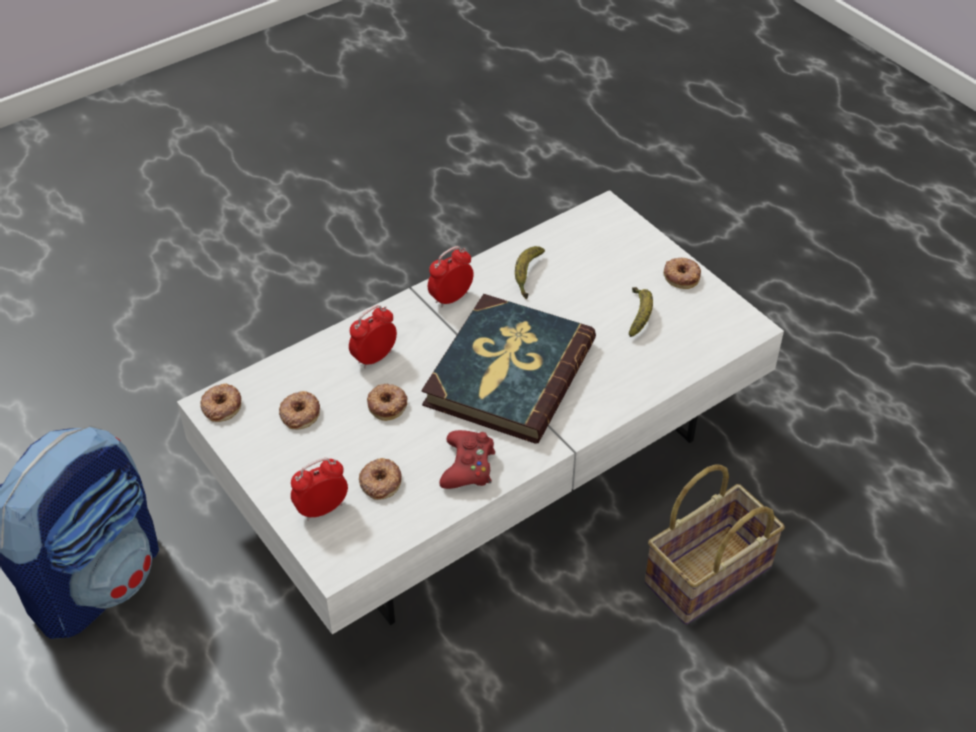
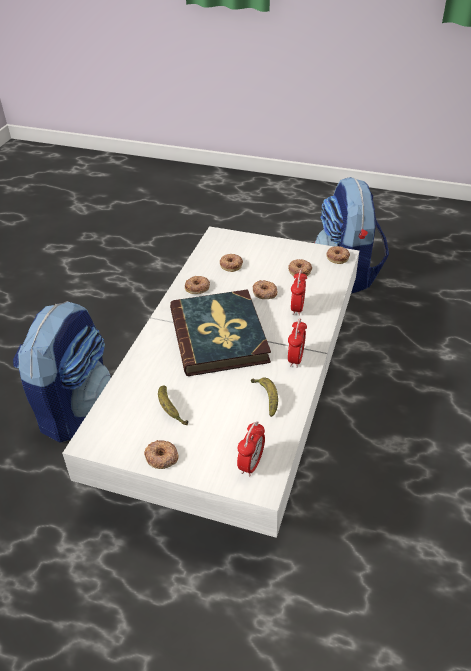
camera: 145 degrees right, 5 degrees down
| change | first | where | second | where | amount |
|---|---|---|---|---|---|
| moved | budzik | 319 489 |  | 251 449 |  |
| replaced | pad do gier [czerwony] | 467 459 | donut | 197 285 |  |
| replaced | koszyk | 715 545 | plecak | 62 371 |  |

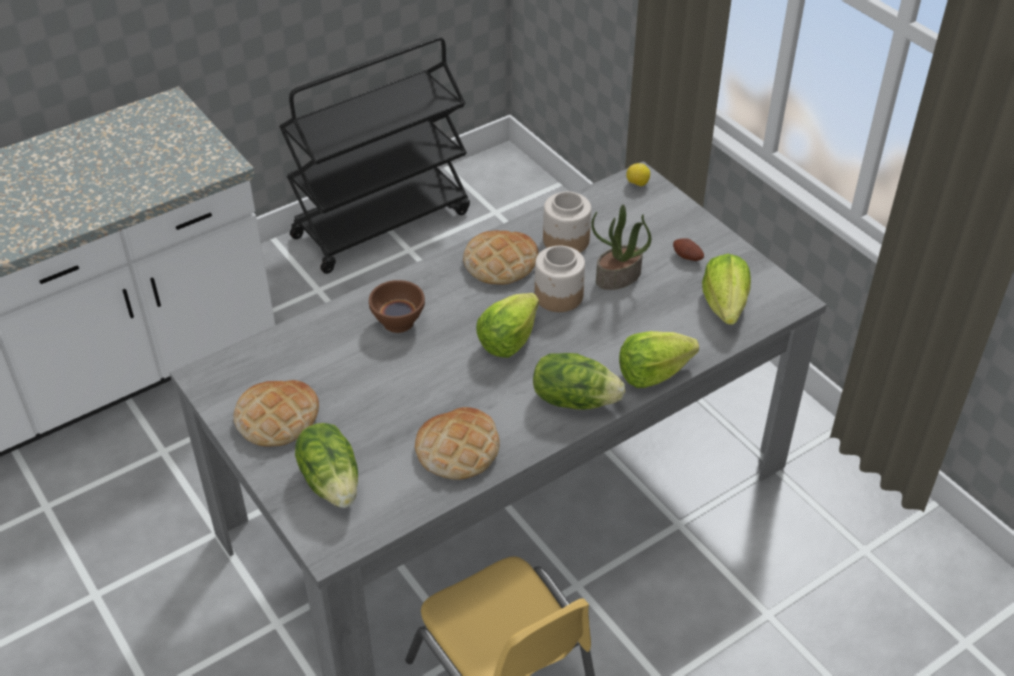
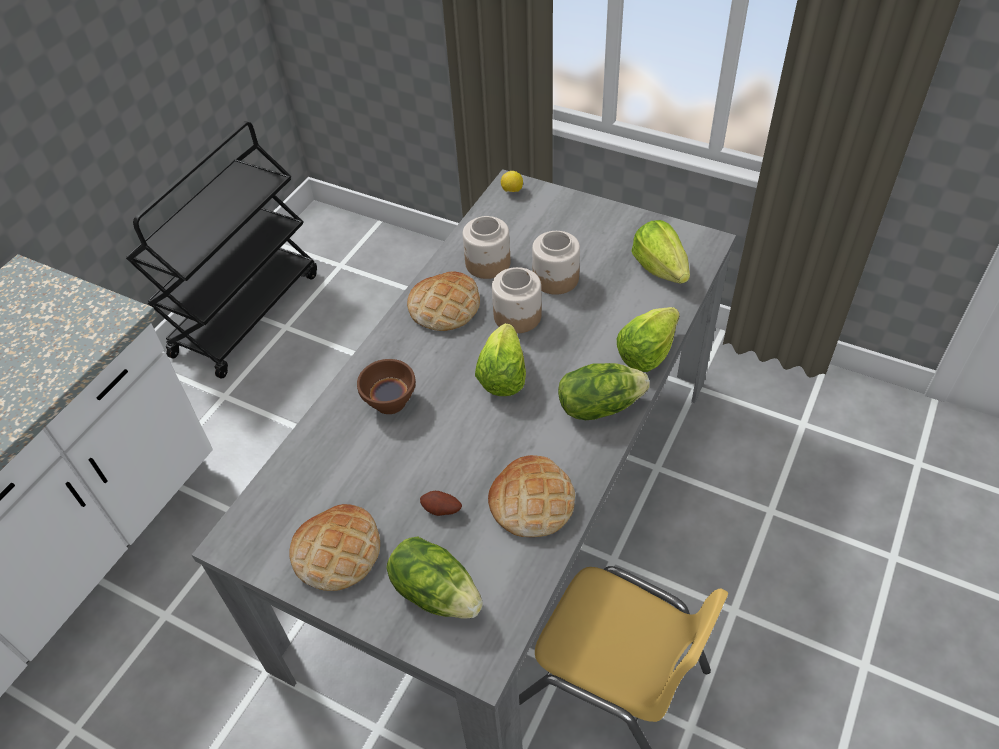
camera: 25 degrees left, 5 degrees up
| change | first | where | second | where | amount |
|---|---|---|---|---|---|
| replaced | roślina doniczkowa | 621 247 | słoik | 556 263 |  |
| moved | ziemniak | 688 249 |  | 441 503 |  |

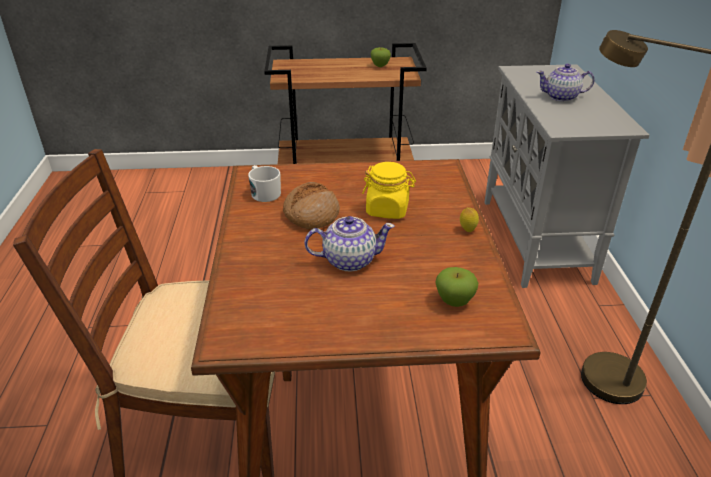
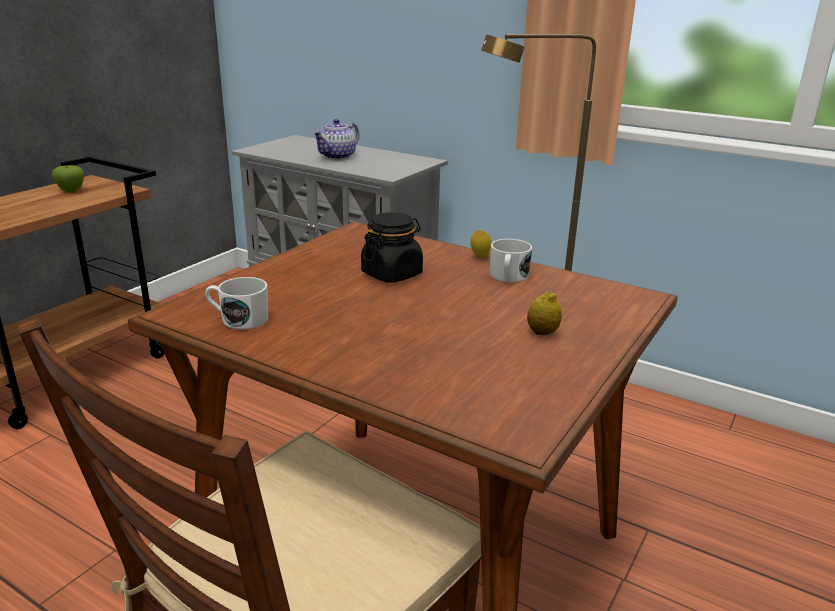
camera: 55 degrees left, 10 degrees down
| change | first | where | second | where | amount |
|---|---|---|---|---|---|
| removed | chleb | 311 205 |  |  |  |
| removed | imbryk | 349 244 |  |  |  |
| recoloured | słoik [żółty] | 389 190 | słoik [czarny] | 392 247 |  |
| removed | jabłko | 456 287 |  |  |  |
| added |  |  | kubek [biały] | 511 261 |  |
| added |  |  | cytryna | 544 313 |  |

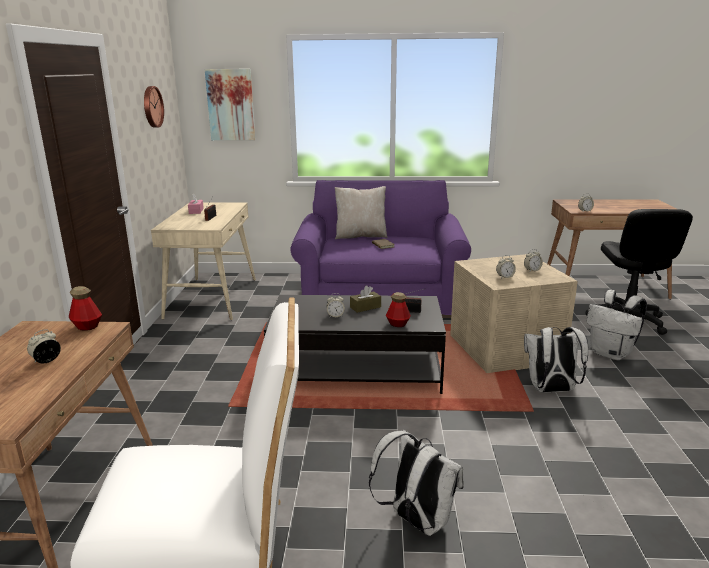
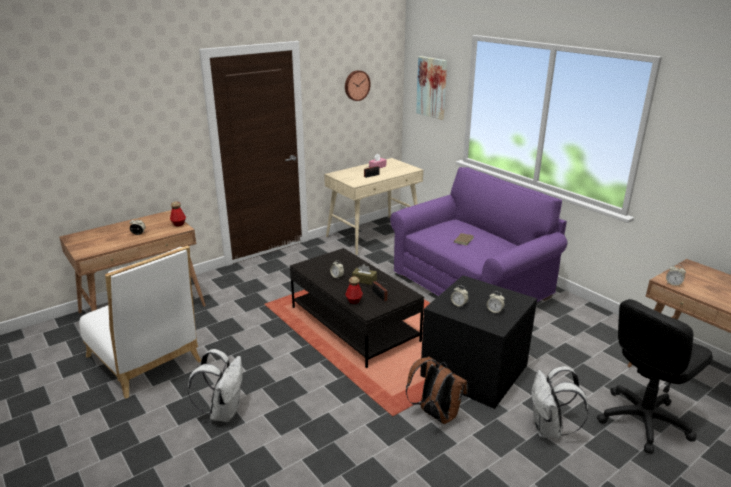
camera: 50 degrees right, 5 degrees up
| change | first | where | second | where | amount |
|---|---|---|---|---|---|
| removed | poduszka [beżowy] | 361 212 |  |  |  |
| recoloured | pojemnik do przechowywania [beżowy] | 514 313 | pojemnik do przechowywania [czarny] | 478 342 |  |
| recoloured | plecak [biały] | 556 360 | plecak [brązowy] | 436 390 |  |

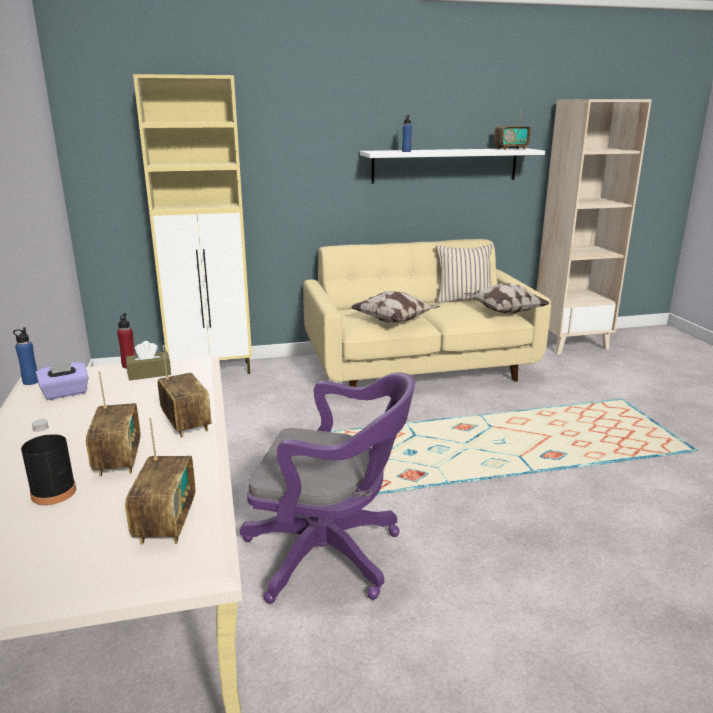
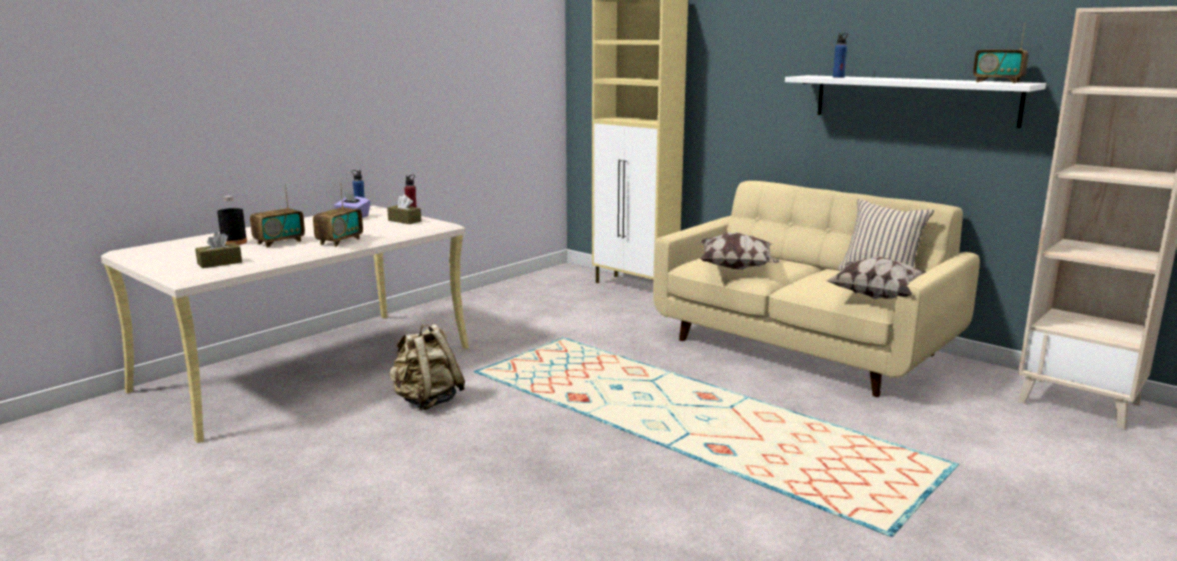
camera: 55 degrees right, 5 degrees down
| change | first | where | second | where | amount |
|---|---|---|---|---|---|
| replaced | radio | 160 481 | pudełko chusteczek [brązowy] | 218 250 |  |
| replaced | krzesło biurowe [fioletowy] | 327 488 | plecak [beżowy] | 427 367 |  |

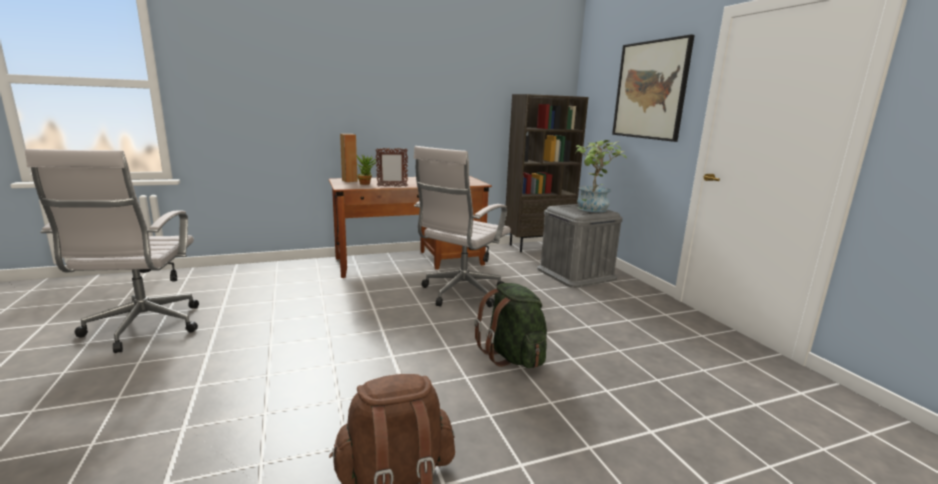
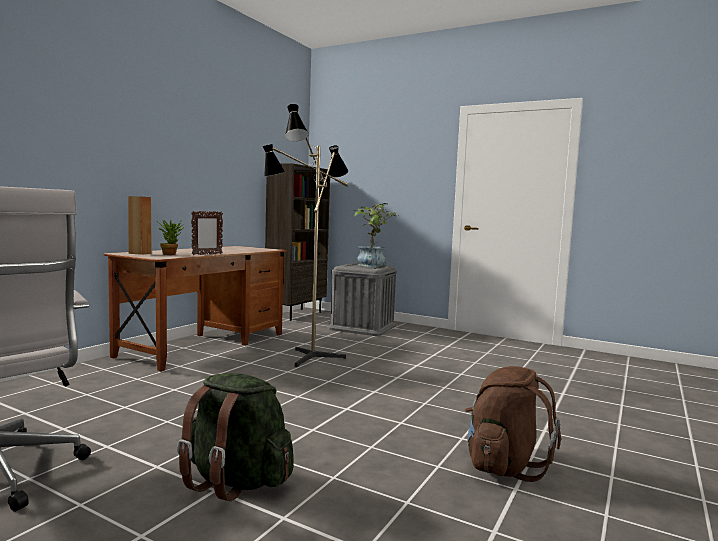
camera: 40 degrees left, 10 degrees down
| change | first | where | second | where | amount |
|---|---|---|---|---|---|
| replaced | krzesło biurowe [biały] | 462 226 | lampa stojąca | 305 235 |  |
| moved | plecak [zielony] | 510 325 |  | 235 437 |  |
| removed | obraz | 653 88 |  |  |  |

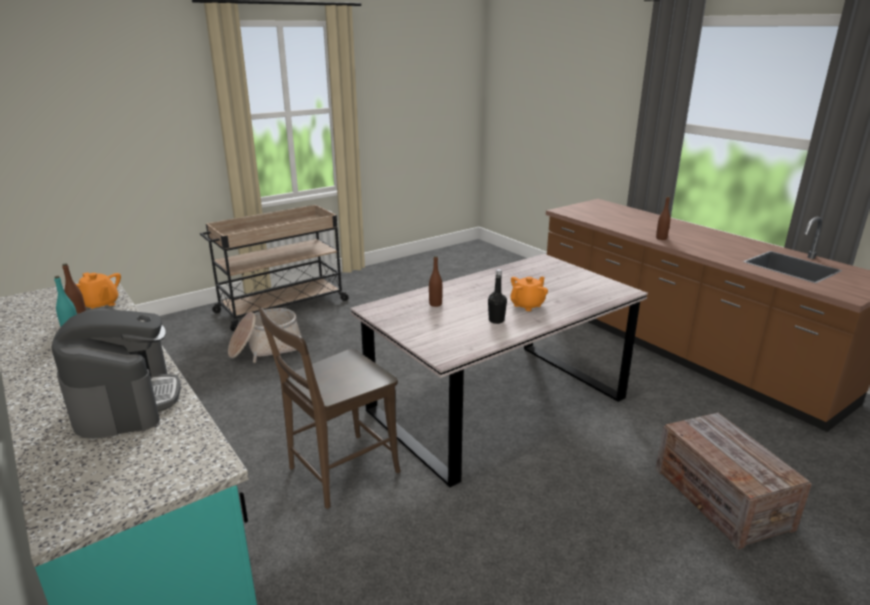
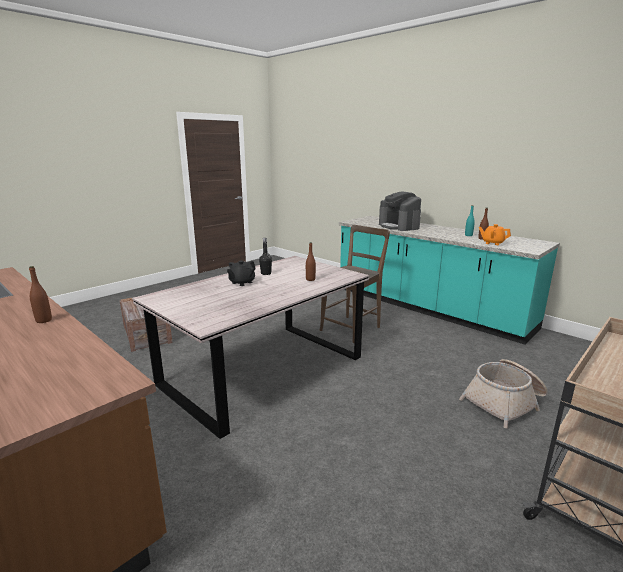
camera: 170 degrees right, 5 degrees down
| change | first | where | second | where | amount |
|---|---|---|---|---|---|
| recoloured | imbryk [pomarańczowy] | 529 293 | imbryk [czarny] | 241 273 |  |

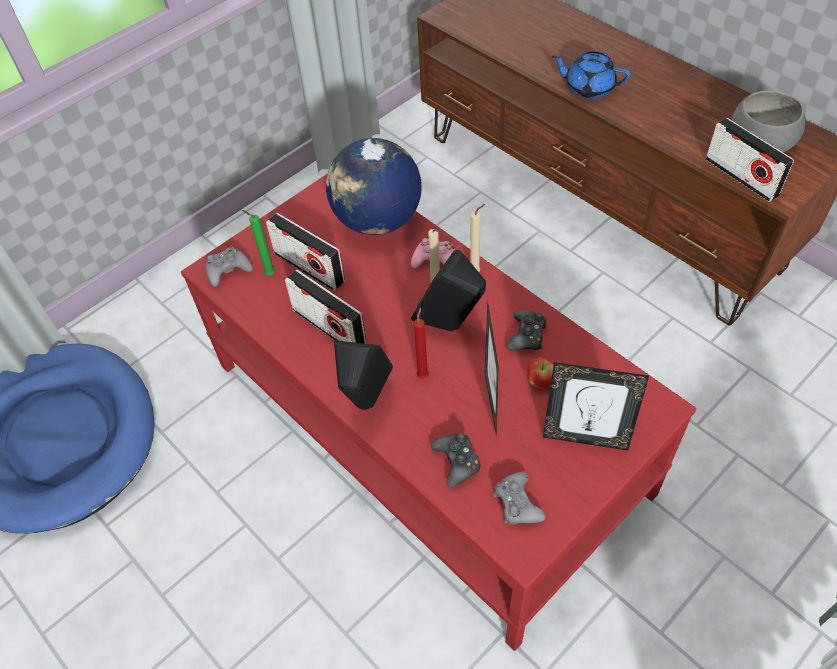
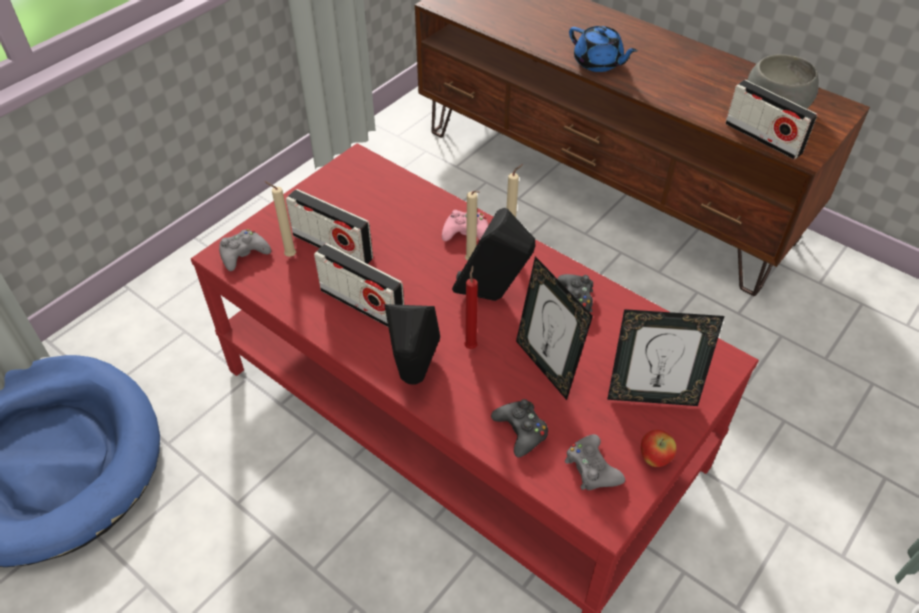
camera: 10 degrees left, 5 degrees down
| change | first | where | second | where | amount |
|---|---|---|---|---|---|
| recoloured | świeca [zielony] | 258 242 | świeca [beżowy] | 280 219 |  |
| removed | globus | 374 186 |  |  |  |
| turned | ramka na zdjęcie | 492 369 |  | 554 328 | 150 degrees clockwise |
| moved | jabłko | 540 372 |  | 658 448 |  |
| turned | imbryk [niebieski] | 591 75 |  | 603 49 | 150 degrees counterclockwise |

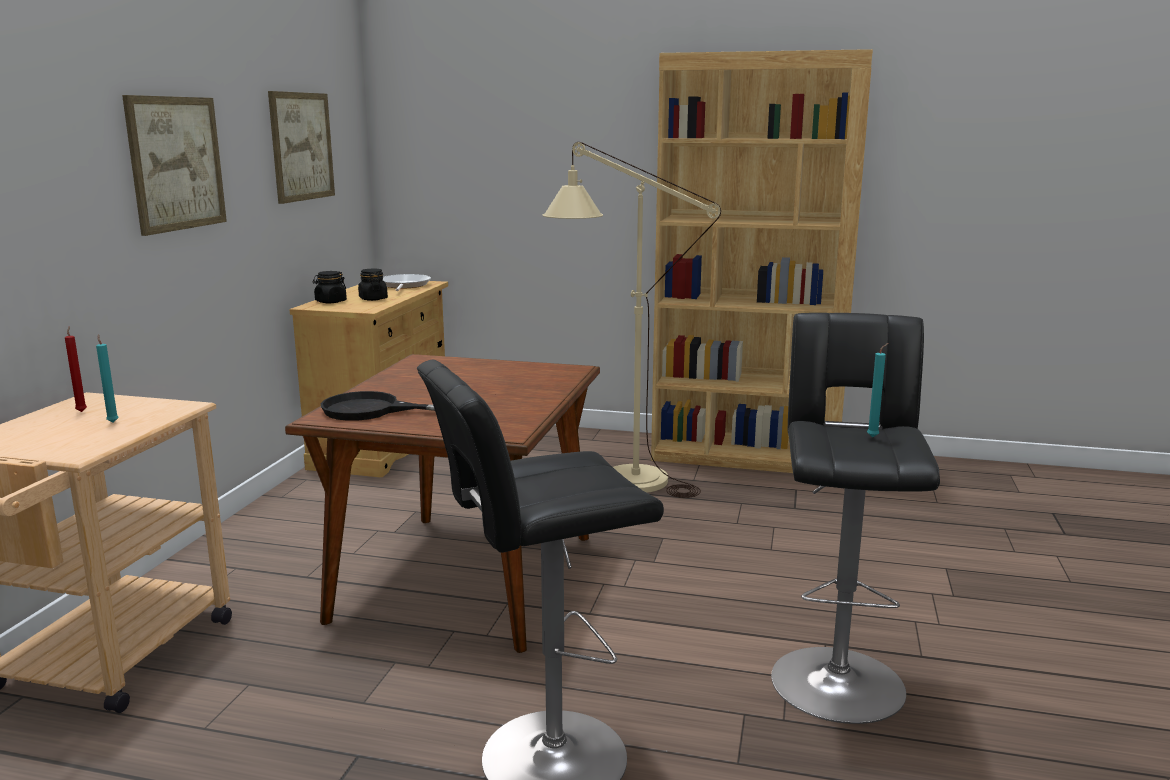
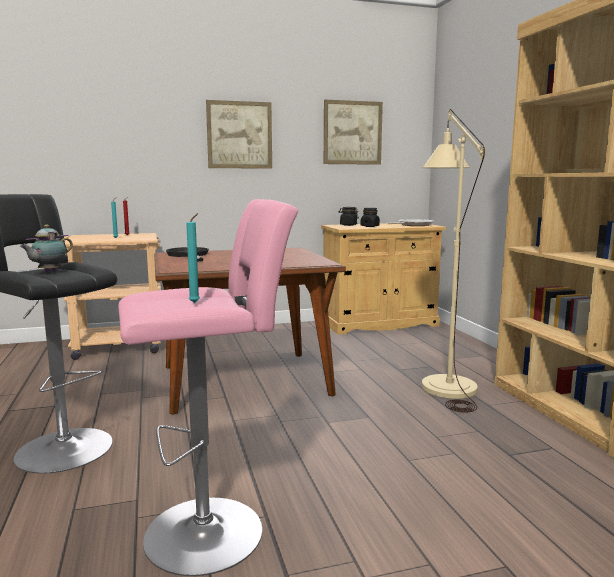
camera: 60 degrees right, 5 degrees down
| change | first | where | second | where | amount |
|---|---|---|---|---|---|
| recoloured | stołek [czarny] | 855 518 | stołek [różowy] | 208 387 |  |
| added |  |  | imbryk | 46 248 |  |

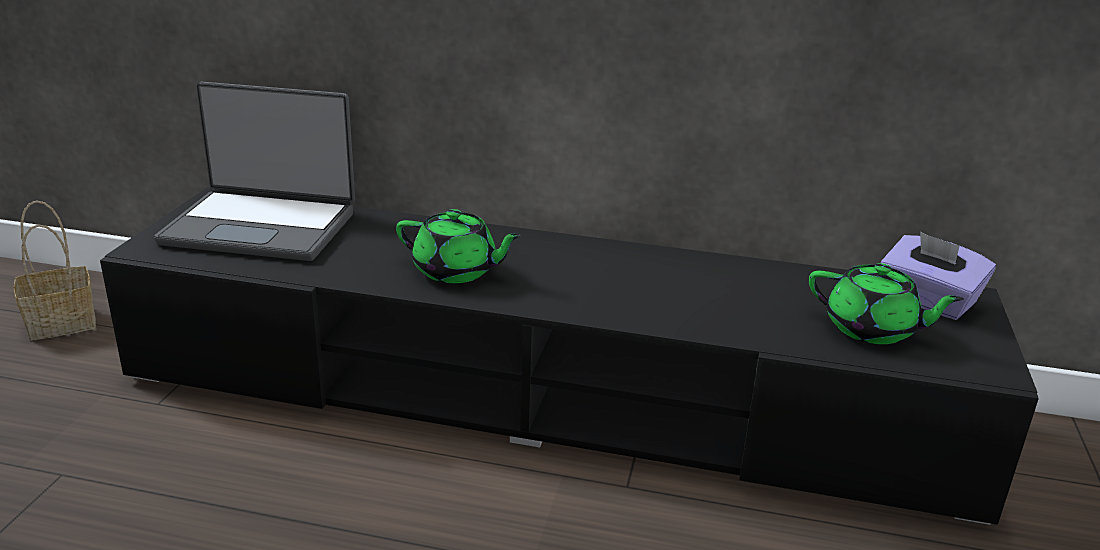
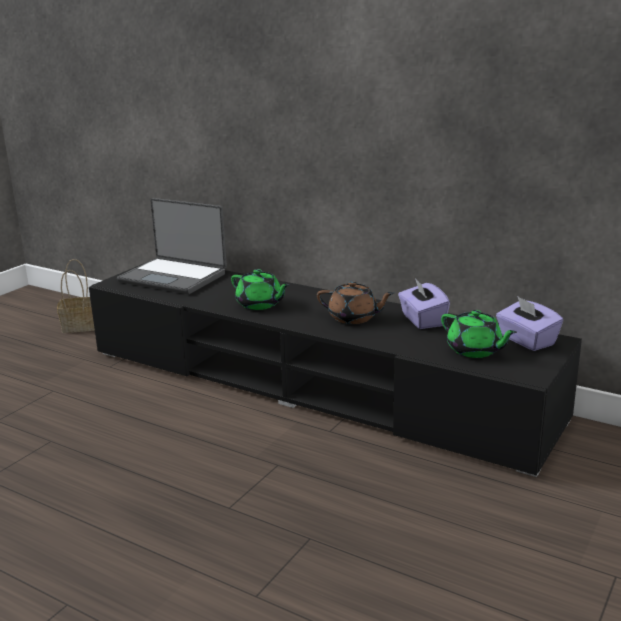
camera: 20 degrees right, 5 degrees down
| change | first | where | second | where | amount |
|---|---|---|---|---|---|
| added |  |  | imbryk [brązowy] | 355 302 |  |
| added |  |  | pudełko chusteczek [fioletowy] | 424 303 |  |

